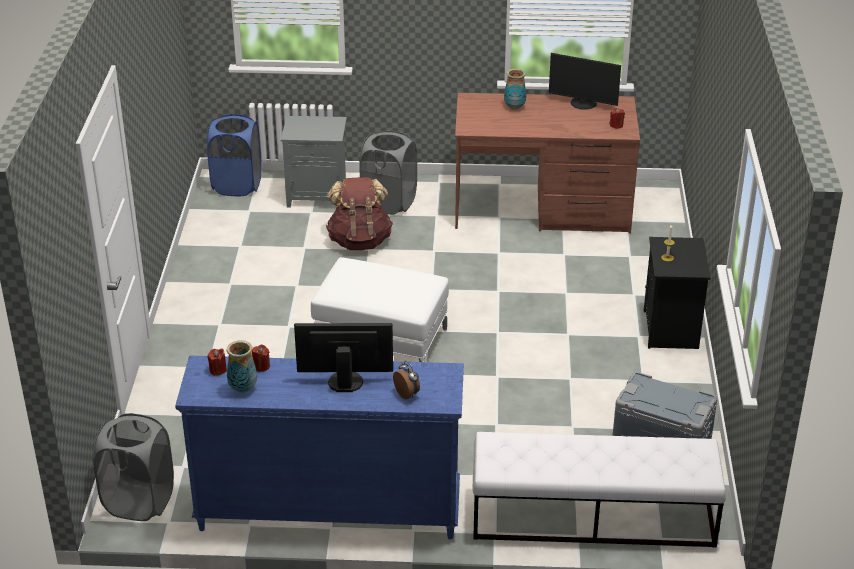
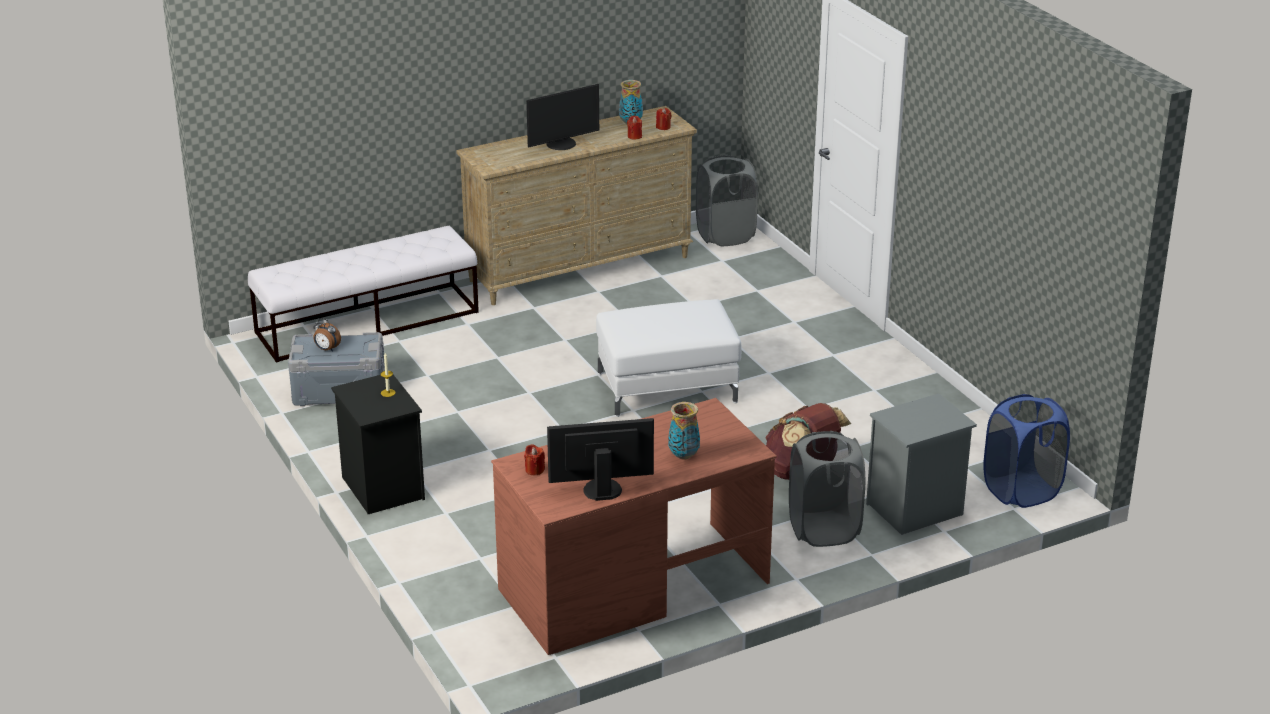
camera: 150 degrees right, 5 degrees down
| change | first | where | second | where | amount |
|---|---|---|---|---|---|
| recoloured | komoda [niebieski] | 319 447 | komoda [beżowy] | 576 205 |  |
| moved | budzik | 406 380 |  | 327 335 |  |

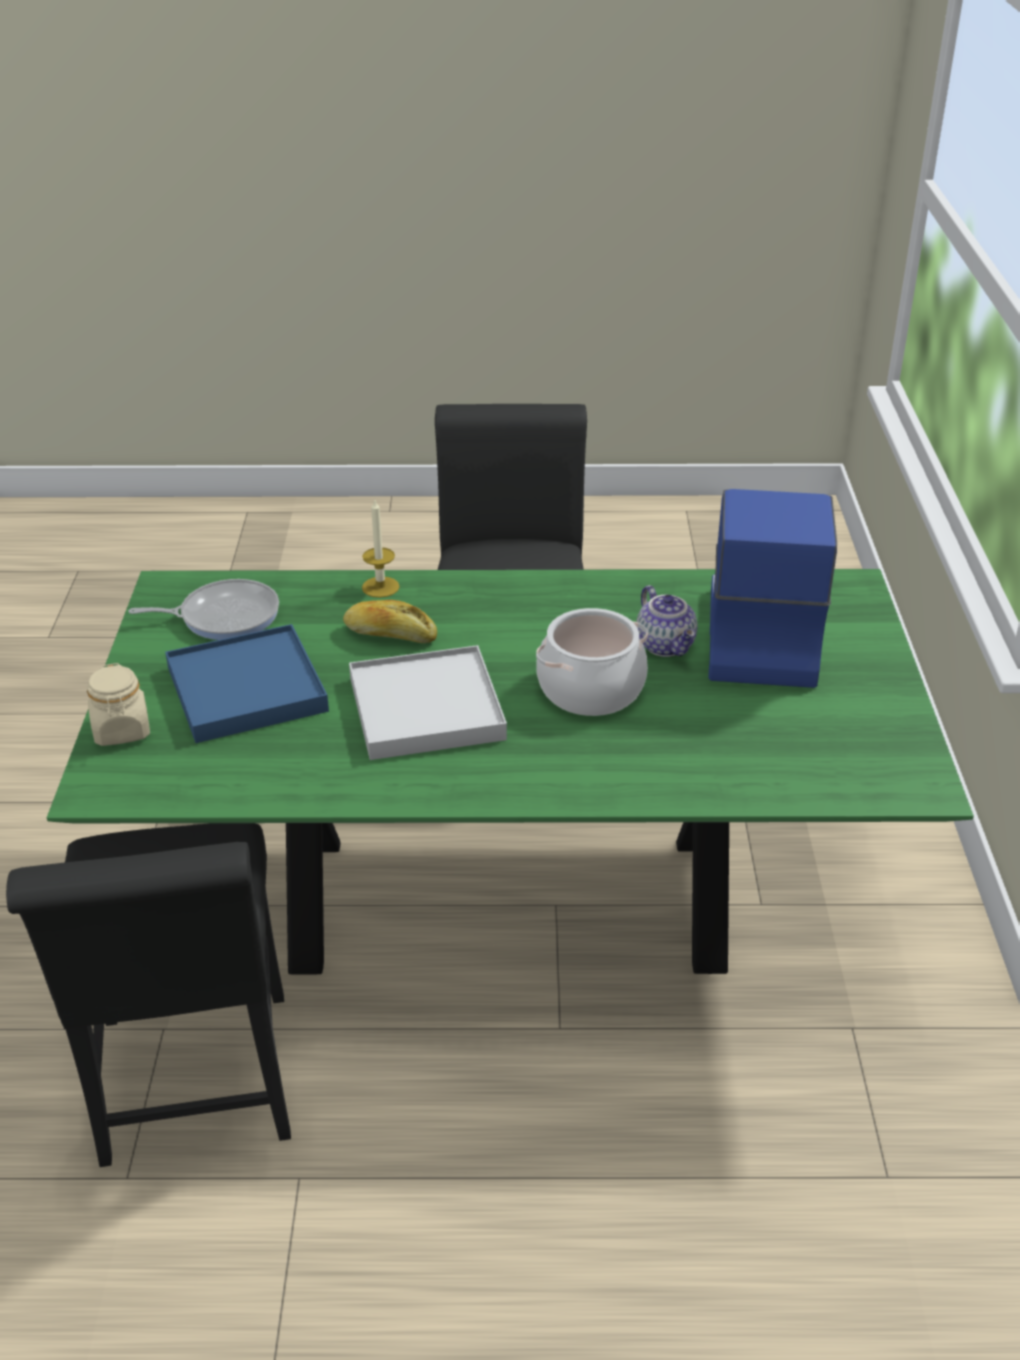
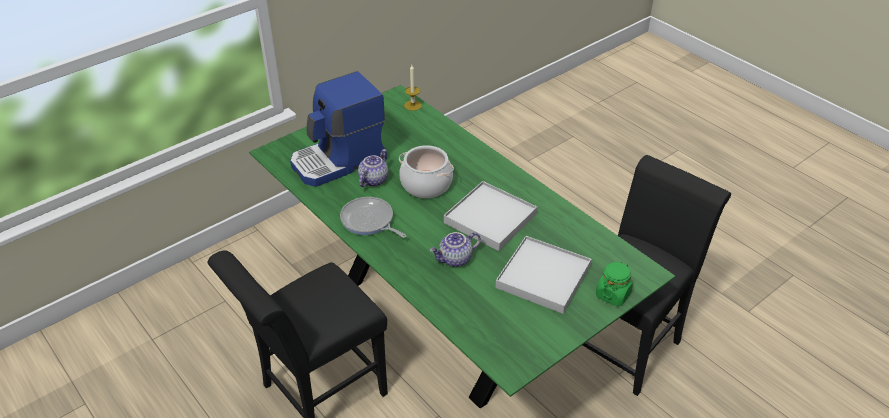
camera: 130 degrees left, 5 degrees up
| change | first | where | second | where | amount |
|---|---|---|---|---|---|
| recoloured | słoik [beżowy] | 118 704 | słoik [zielony] | 614 284 |  |
| moved | patelnia | 203 609 |  | 373 217 |  |
| recoloured | taca [niebieski] | 247 683 | taca [biały] | 543 275 |  |
| replaced | chleb | 390 621 | imbryk | 455 249 |  |
| moved | świeca | 381 549 |  | 413 88 |  |

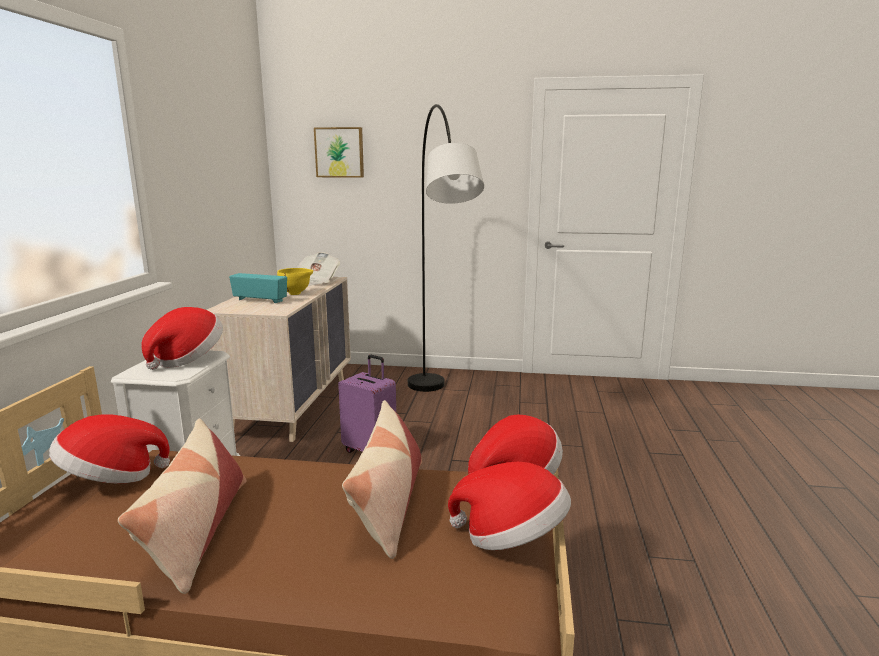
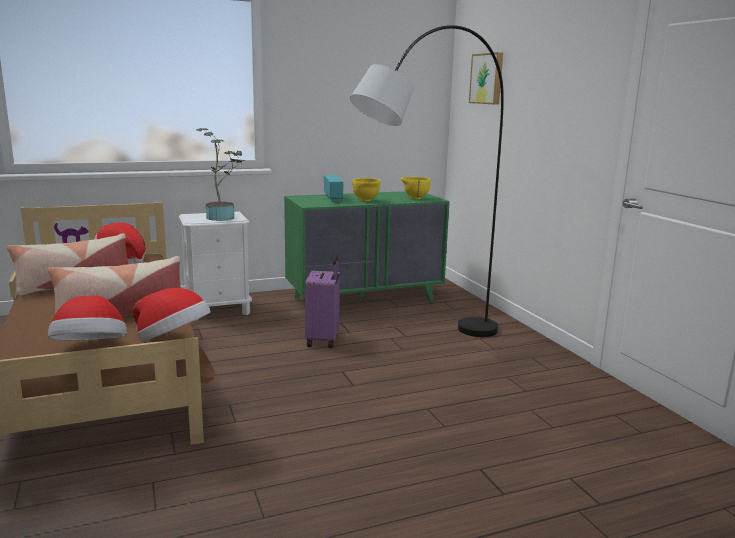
camera: 60 degrees right, 0 degrees up
| change | first | where | second | where | amount |
|---|---|---|---|---|---|
| replaced | kapelusz | 182 338 | roślina doniczkowa | 221 174 |  |
| recoloured | komoda [beżowy] | 279 359 | komoda [zielony] | 367 246 |  |
| replaced | gazeta | 318 269 | miska [żółty] | 416 188 |  |

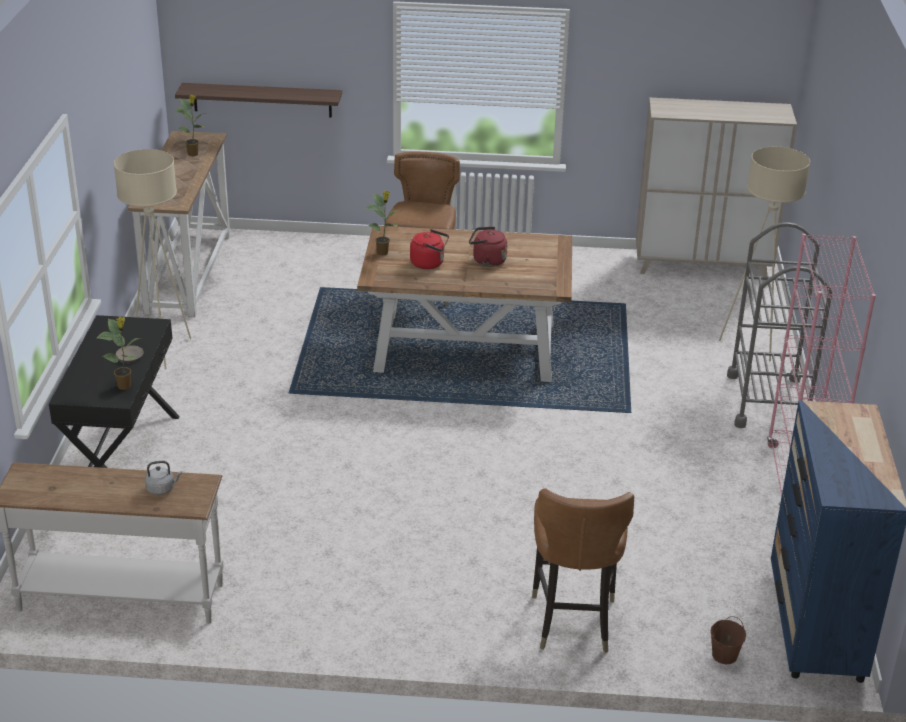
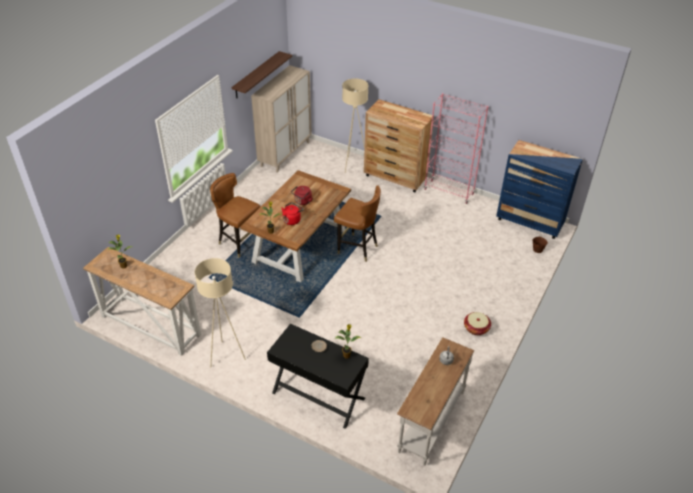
camera: 65 degrees left, 10 degrees up
| change | first | where | second | where | amount |
|---|---|---|---|---|---|
| moved | półka | 258 100 |  | 262 75 |  |
| moved | krzesło [brązowy] | 583 570 |  | 357 224 |  |
| replaced | wózek [szary] | 780 325 | komoda [brązowy] | 399 145 |  |
| added |  |  | koszyk | 477 323 |  |

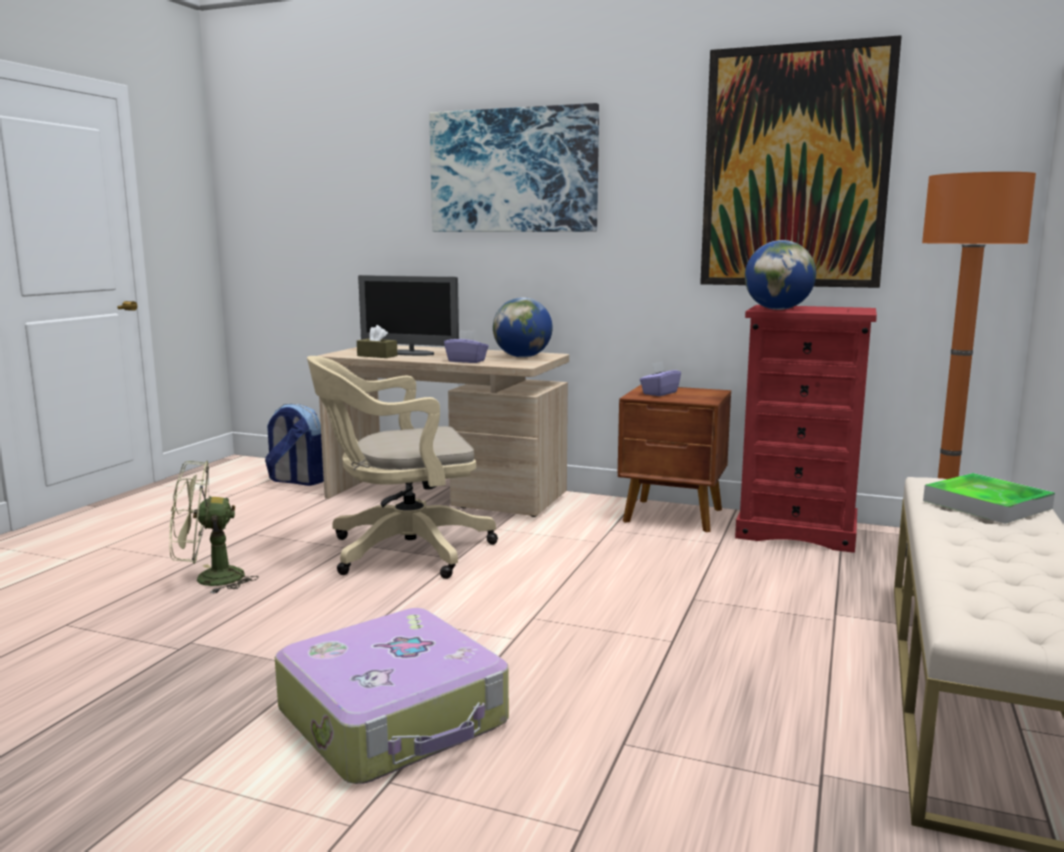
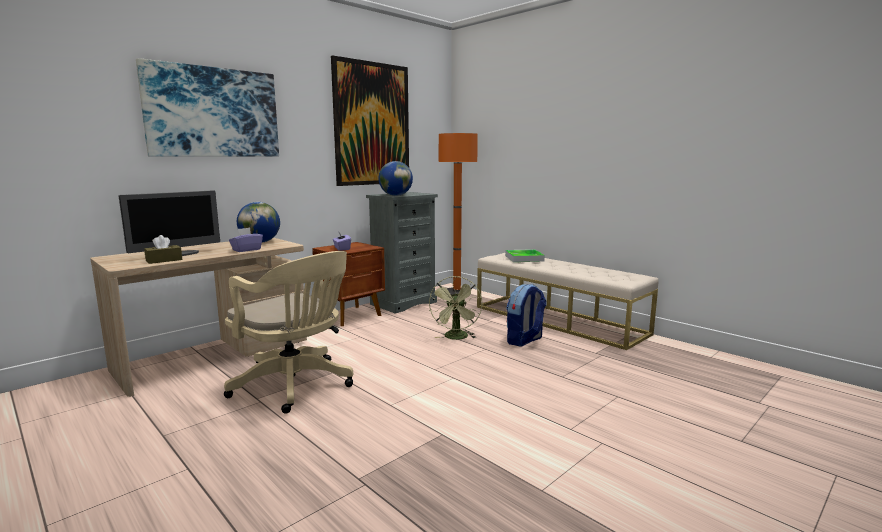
camera: 65 degrees left, 0 degrees up
| change | first | where | second | where | amount |
|---|---|---|---|---|---|
| moved | wentylator [zielony] | 214 527 |  | 455 308 |  |
| moved | plecak | 294 445 |  | 526 315 |  |
| removed | walizka | 392 696 |  |  |  |
| turned | krzesło biurowe [beżowy] | 402 467 |  | 288 332 | 60 degrees counterclockwise |
| recoloured | komoda [czerwony] | 806 429 | komoda [szary] | 402 253 |  |

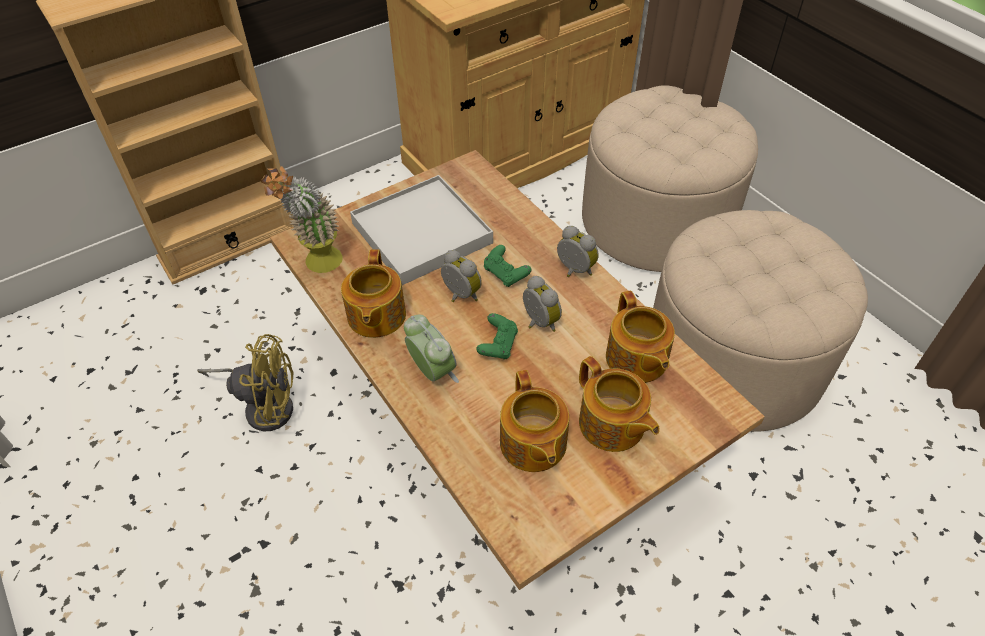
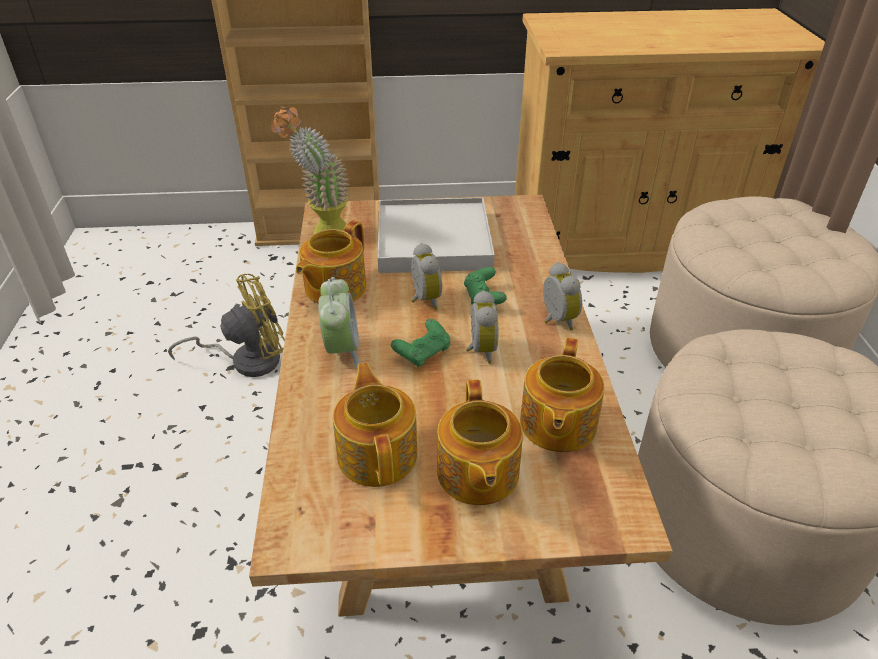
camera: 30 degrees right, 10 degrees down
| change | first | where | second | where | amount |
|---|---|---|---|---|---|
| turned | wentylator [żółty] | 245 382 |  | 226 325 | 60 degrees counterclockwise |
| turned | imbryk | 534 421 |  | 375 425 | 150 degrees clockwise |

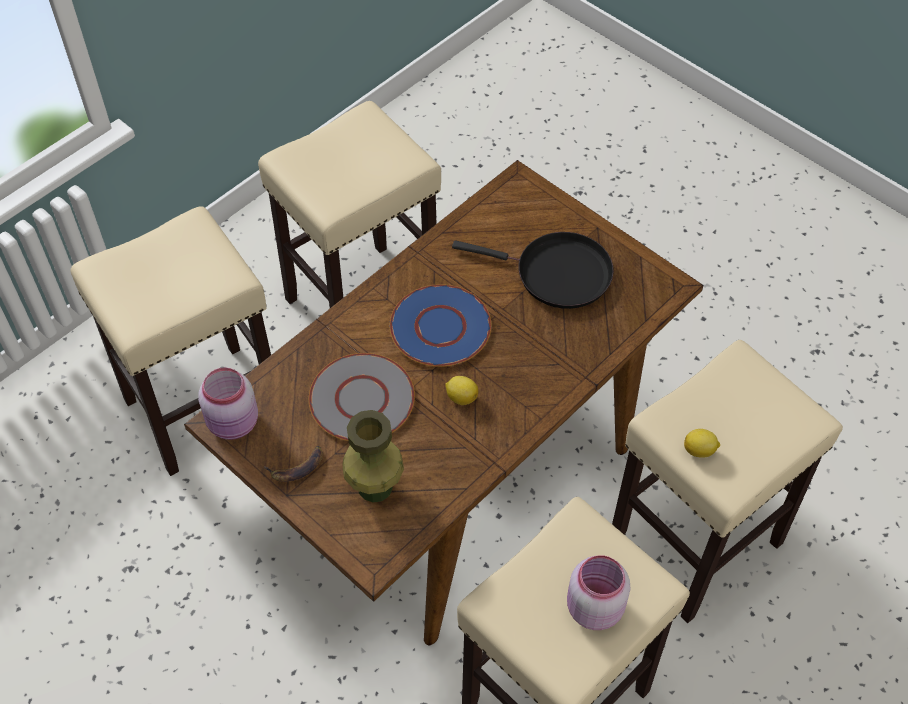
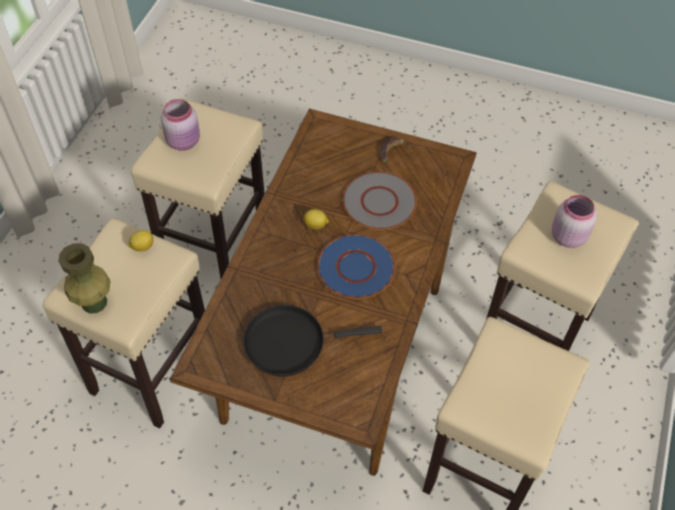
camera: 155 degrees right, 0 degrees up
| change | first | where | second | where | amount |
|---|---|---|---|---|---|
| moved | słoik [różowy] | 228 403 |  | 574 221 |  |
| moved | wazon [zielony] | 373 456 |  | 84 278 |  |

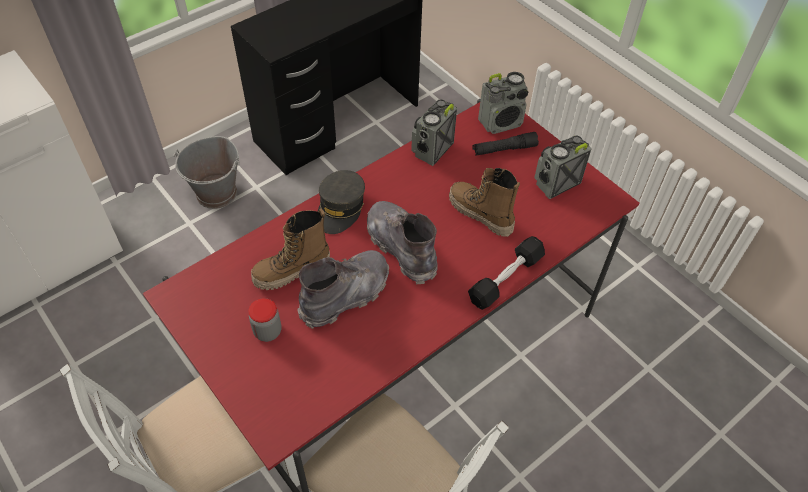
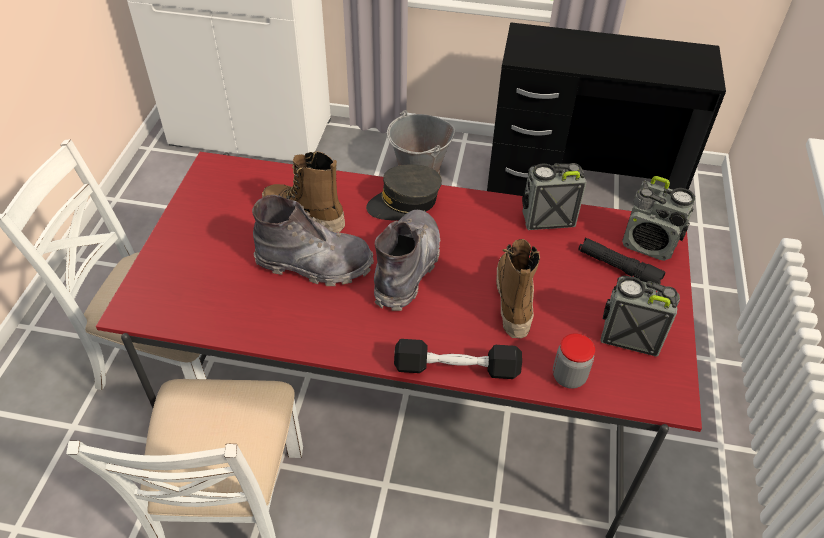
camera: 50 degrees right, 5 degrees down
| change | first | where | second | where | amount |
|---|---|---|---|---|---|
| moved | słoik | 265 320 |  | 574 361 |  |

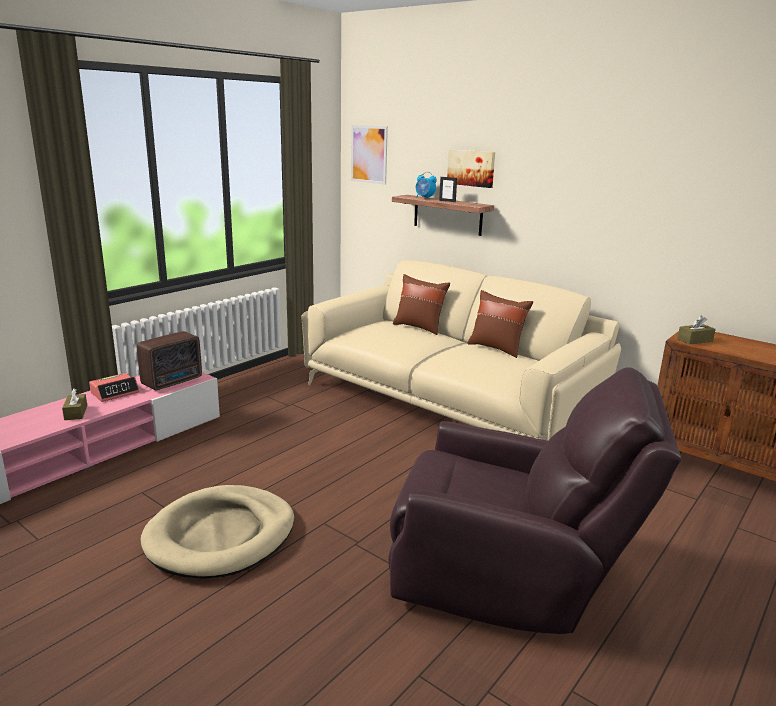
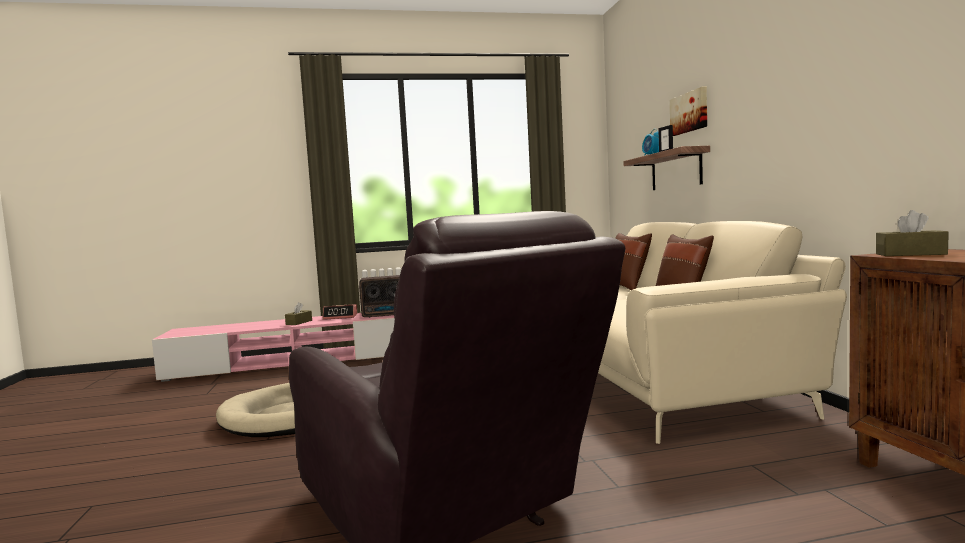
camera: 40 degrees right, 15 degrees down
| change | first | where | second | where | amount |
|---|---|---|---|---|---|
| removed | obraz | 369 155 |  |  |  |

